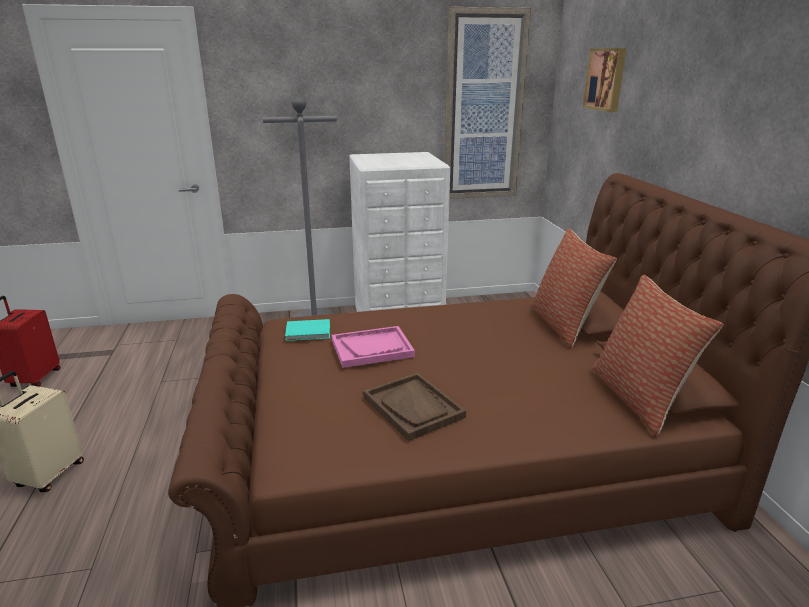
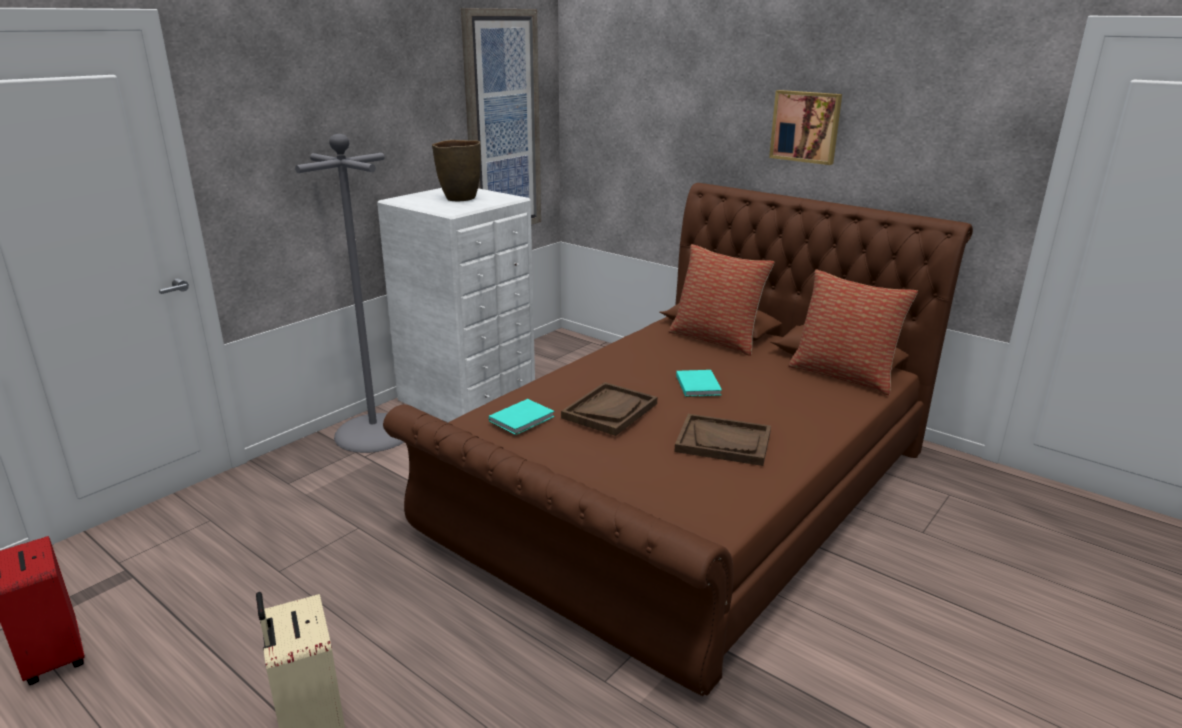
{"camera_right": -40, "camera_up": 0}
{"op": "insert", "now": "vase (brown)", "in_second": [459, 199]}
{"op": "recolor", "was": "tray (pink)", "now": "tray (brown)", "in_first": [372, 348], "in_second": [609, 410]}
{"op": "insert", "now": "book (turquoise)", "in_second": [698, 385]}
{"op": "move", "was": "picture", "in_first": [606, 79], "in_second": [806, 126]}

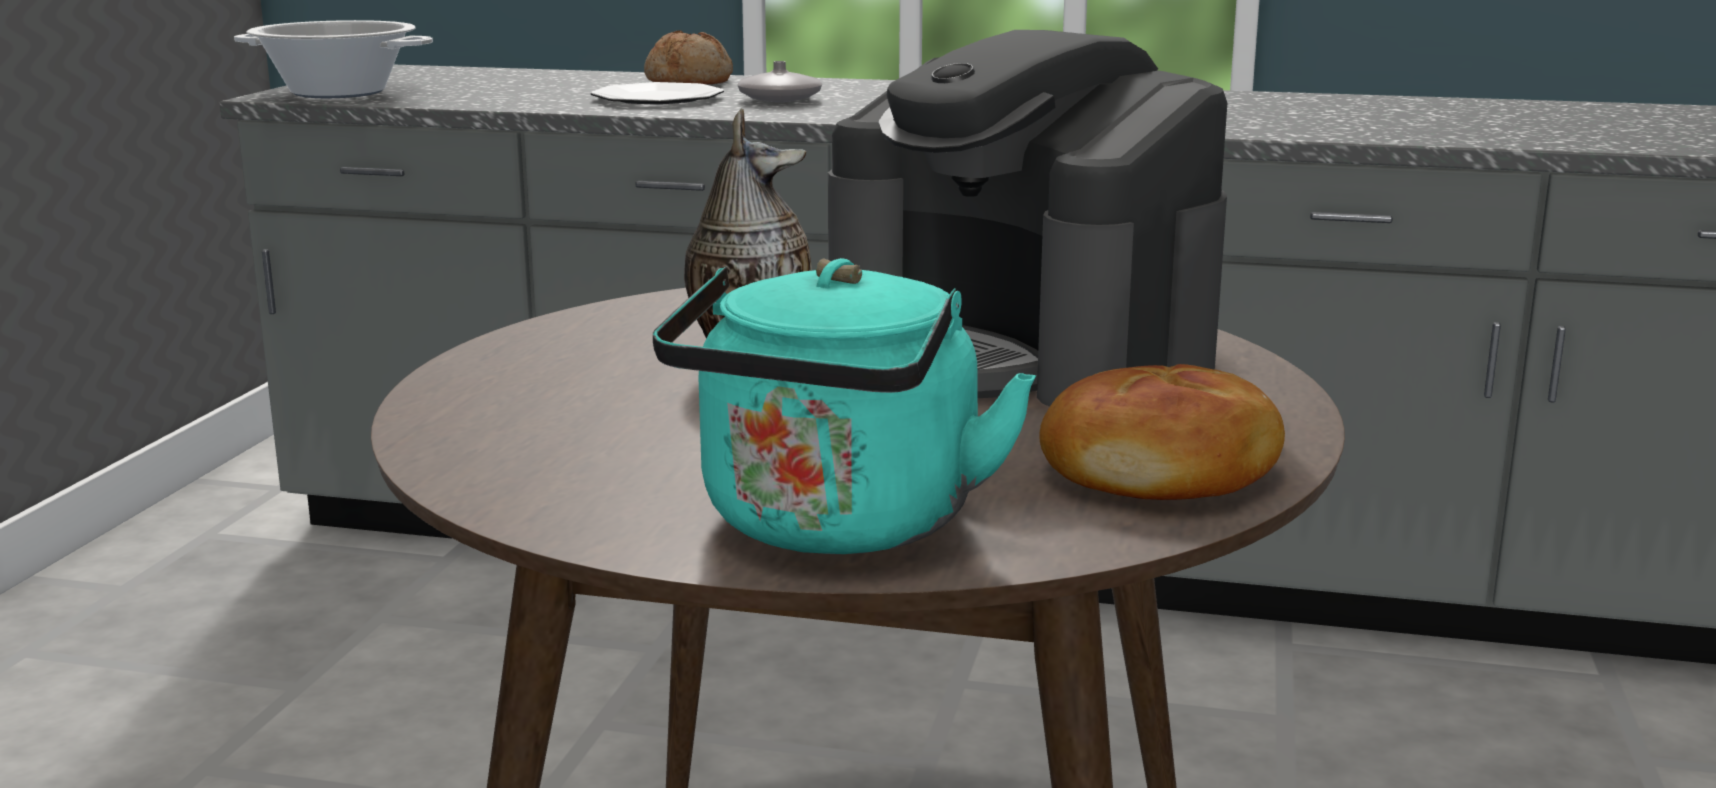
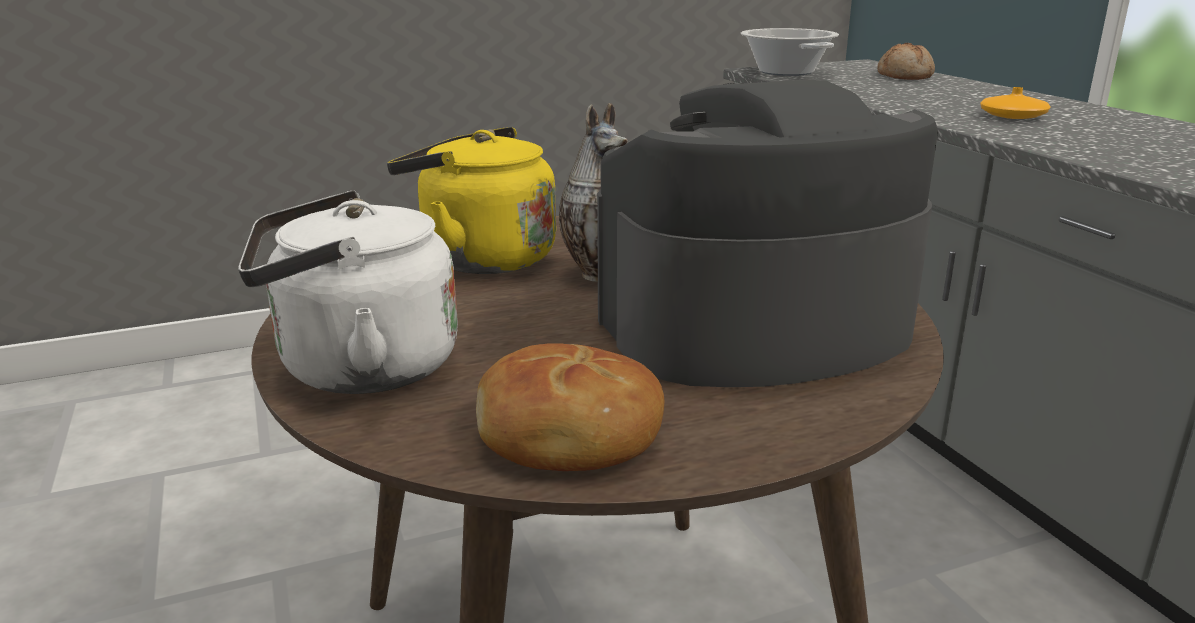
{"camera_right": 55, "camera_up": 5}
{"op": "recolor", "was": "kettle (turquoise)", "now": "kettle (white)", "in_first": [835, 527], "in_second": [358, 369]}
{"op": "insert", "now": "kettle (yellow)", "in_second": [480, 258]}
{"op": "rotate", "was": "coffee machine", "in_first": [1021, 351], "in_second": [753, 327], "clockwise": 60}
{"op": "move", "was": "bread", "in_first": [690, 81], "in_second": [905, 76]}
{"op": "recolor", "was": "vase (grey)", "now": "vase (orange)", "in_first": [780, 100], "in_second": [1012, 116]}
{"op": "delete", "was": "plate", "in_first": [657, 98]}

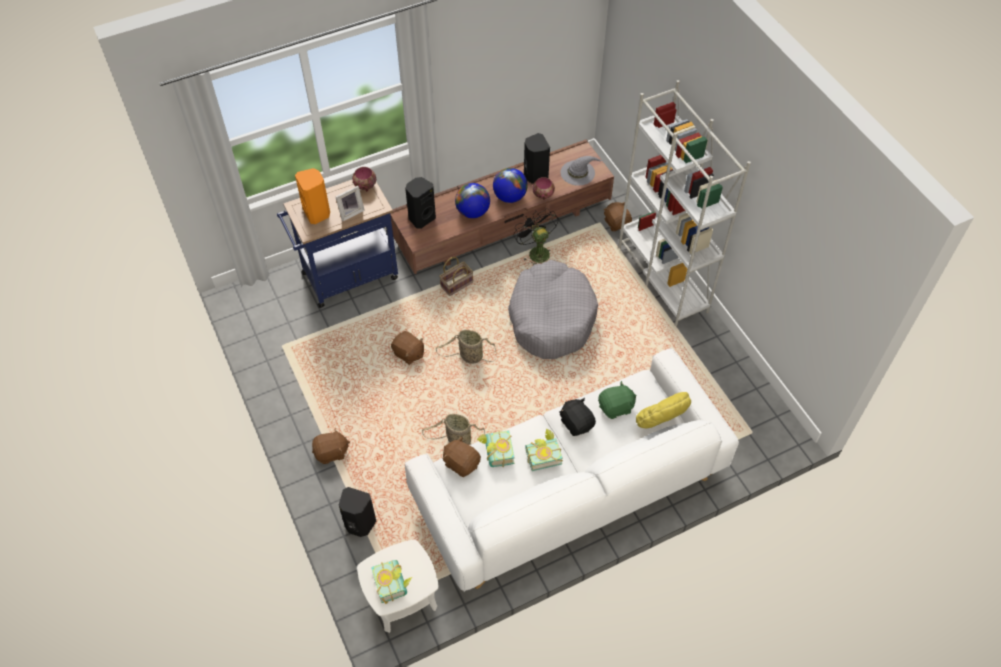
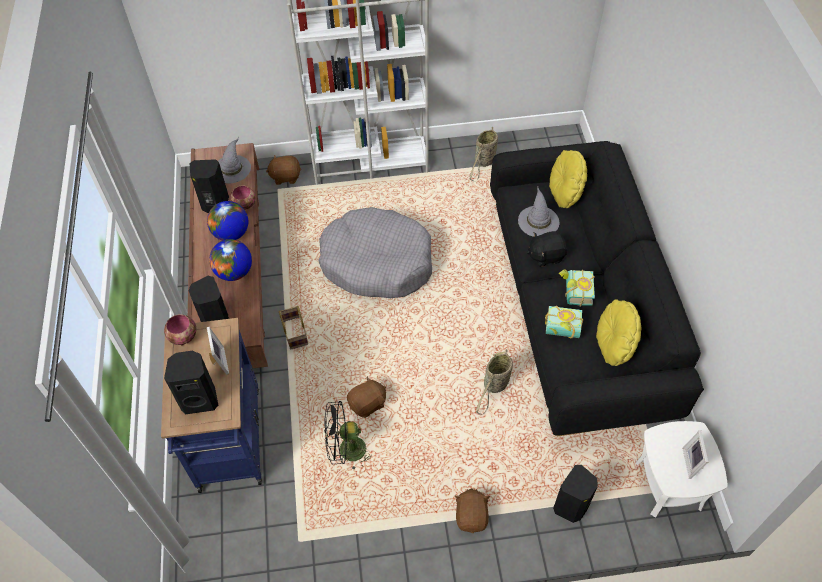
{"camera_right": -70, "camera_up": 0}
{"op": "recolor", "was": "speaker (orange)", "now": "speaker (black)", "in_first": [317, 213], "in_second": [200, 399]}
{"op": "move", "was": "fan (black)", "in_first": [536, 252], "in_second": [346, 451]}
{"op": "move", "was": "basket", "in_first": [469, 356], "in_second": [484, 162]}
{"op": "recolor", "was": "sofa (white)", "now": "sofa (black)", "in_first": [568, 487], "in_second": [576, 306]}
{"op": "replace", "was": "plush toy (green)", "now": "hat (grey)", "in_first": [616, 407], "in_second": [538, 220]}
{"op": "insert", "now": "pillow (yellow)", "in_second": [613, 347]}
{"op": "replace", "was": "book", "now": "picture frame", "in_first": [394, 583], "in_second": [693, 463]}
{"op": "delete", "was": "plush toy (brown)", "in_first": [461, 463]}

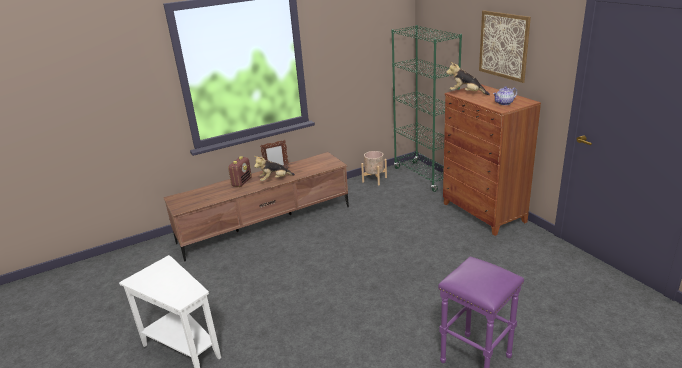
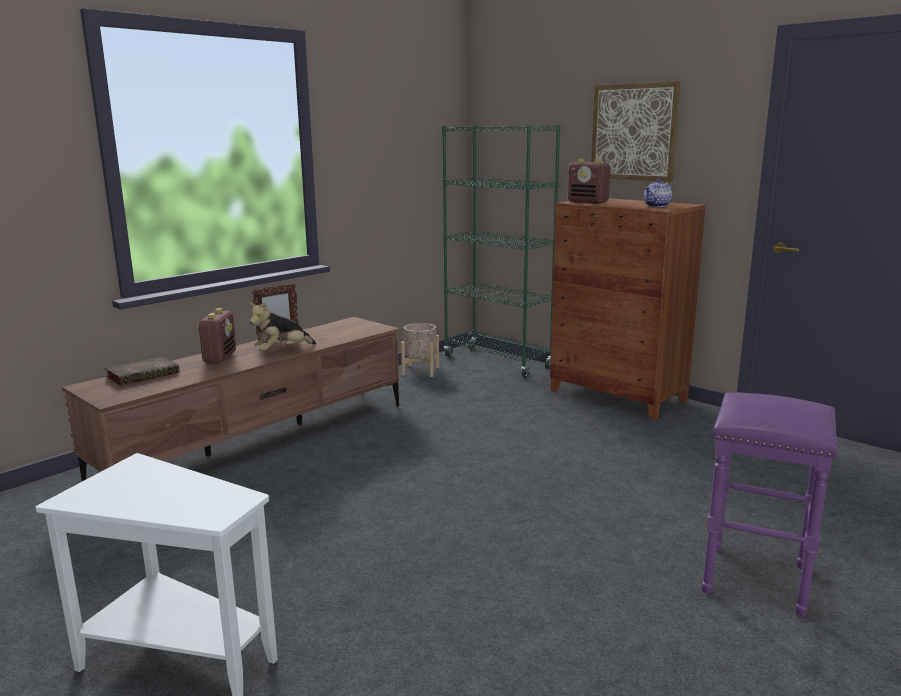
{"camera_right": -20, "camera_up": -10}
{"op": "insert", "now": "book", "in_second": [144, 374]}
{"op": "replace", "was": "plush toy", "now": "radio", "in_first": [466, 93], "in_second": [588, 202]}

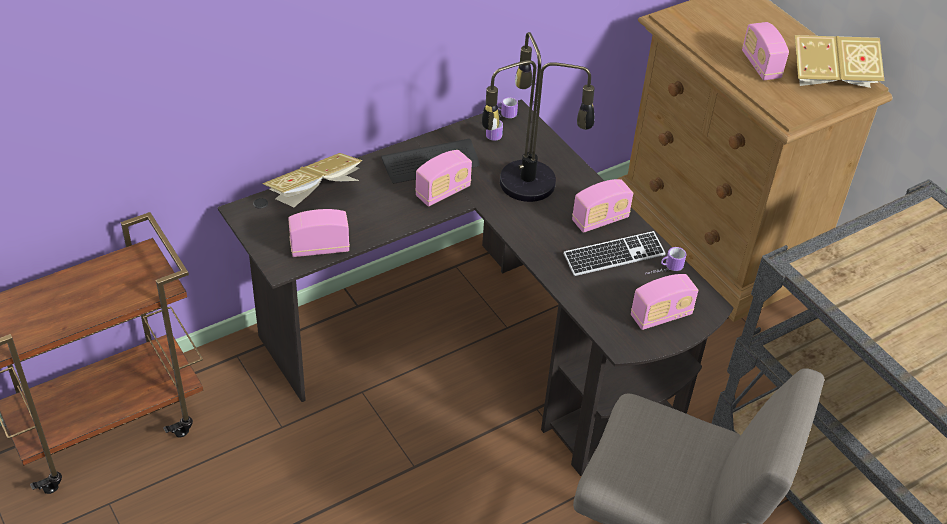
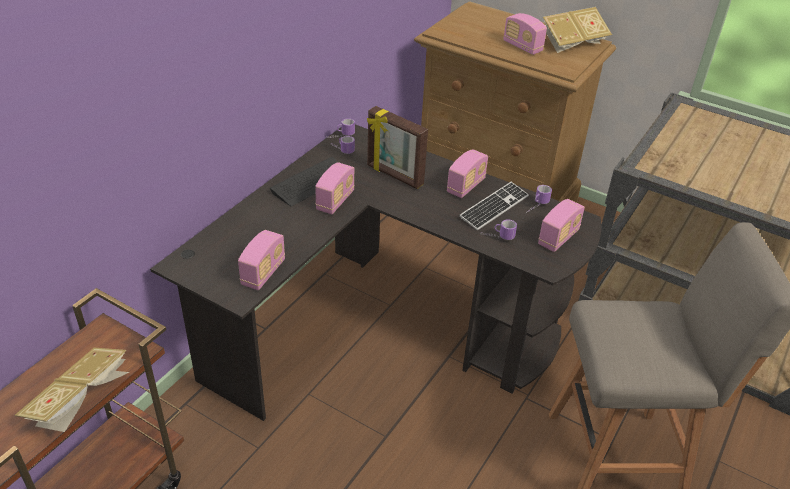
{"camera_right": -25, "camera_up": -5}
{"op": "move", "was": "book", "in_first": [315, 194], "in_second": [81, 403]}
{"op": "rotate", "was": "radio", "in_first": [319, 248], "in_second": [263, 273], "clockwise": 150}
{"op": "replace", "was": "table lamp", "now": "picture frame", "in_first": [527, 182], "in_second": [394, 175]}
{"op": "insert", "now": "mug", "in_second": [497, 237]}

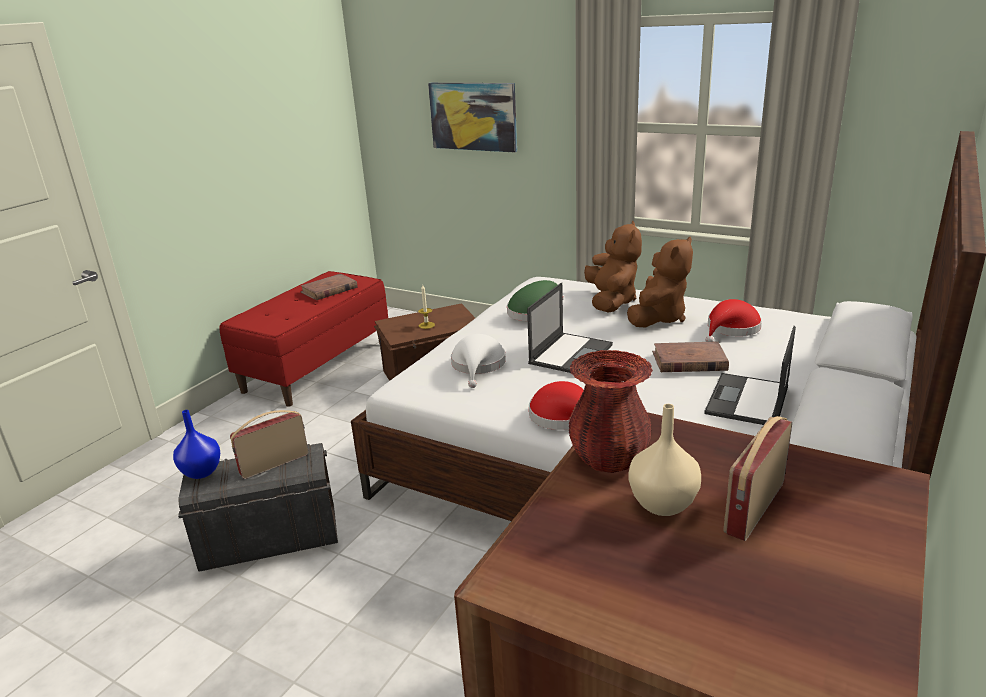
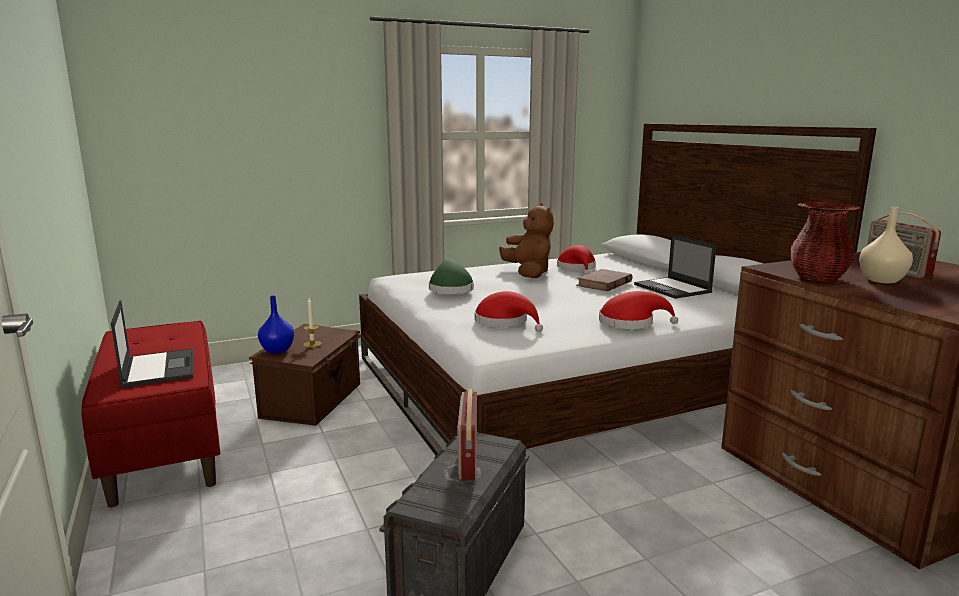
{"camera_right": -55, "camera_up": -10}
{"op": "move", "was": "laptop", "in_first": [571, 353], "in_second": [158, 368]}
{"op": "move", "was": "vase (blue)", "in_first": [202, 471], "in_second": [277, 350]}
{"op": "recolor", "was": "hat (white)", "now": "hat (red)", "in_first": [478, 366], "in_second": [504, 322]}
{"op": "delete", "was": "book (brown)", "in_first": [329, 290]}
{"op": "delete", "was": "picture", "in_first": [473, 116]}
{"op": "delete", "was": "plush toy (brown)", "in_first": [611, 301]}

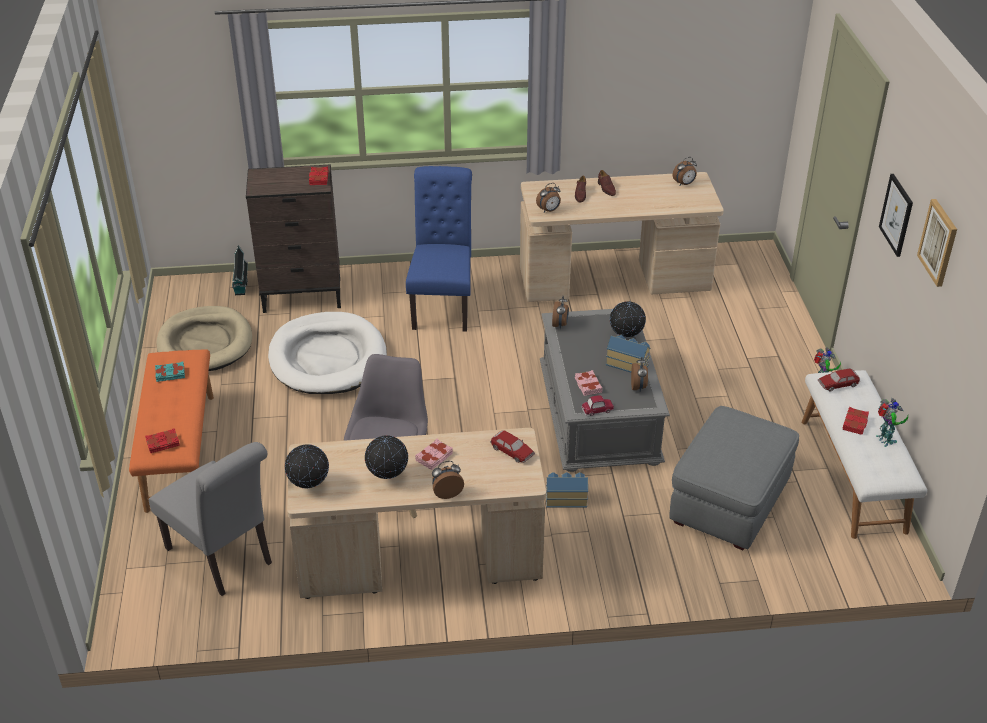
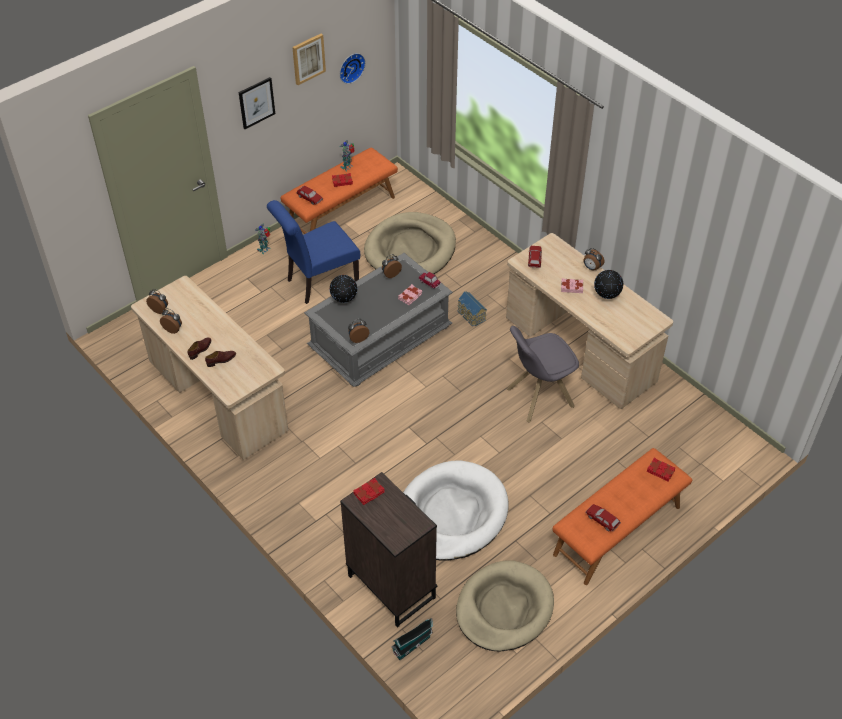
{"camera_right": -125, "camera_up": 10}
{"op": "move", "was": "alarm clock", "in_first": [549, 210], "in_second": [173, 329]}
{"op": "move", "was": "chair (blue)", "in_first": [443, 304], "in_second": [318, 282]}
{"op": "recolor", "was": "bench (white)", "now": "bench (orange)", "in_first": [853, 475], "in_second": [341, 211]}
{"op": "insert", "now": "wall clock", "in_second": [350, 67]}
{"op": "replace", "was": "ottoman (grey)", "now": "dog bed (beige)", "in_first": [729, 503], "in_second": [410, 250]}
{"op": "replace", "was": "book (turquoise)", "now": "toy car", "in_first": [170, 374], "in_second": [602, 520]}
{"op": "delete", "was": "chair (grey)", "in_first": [223, 558]}
{"op": "delete", "was": "globe", "in_first": [309, 486]}
{"op": "delete", "was": "toy house", "in_first": [627, 363]}

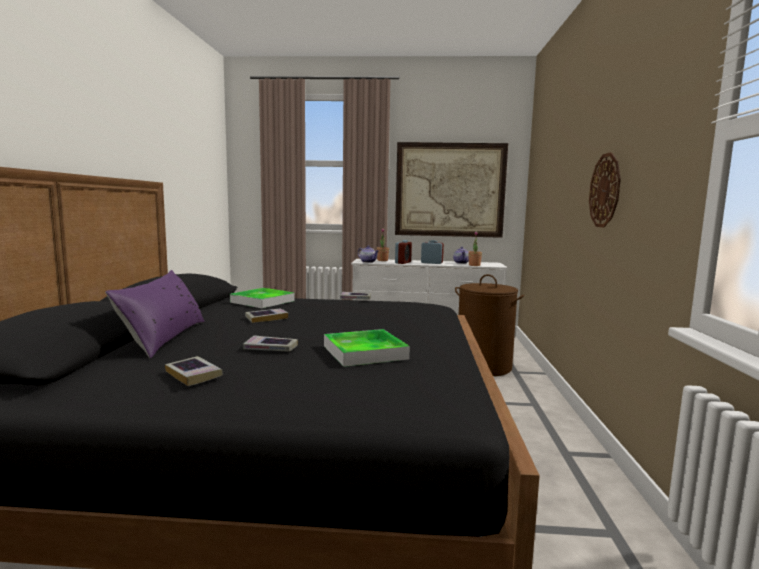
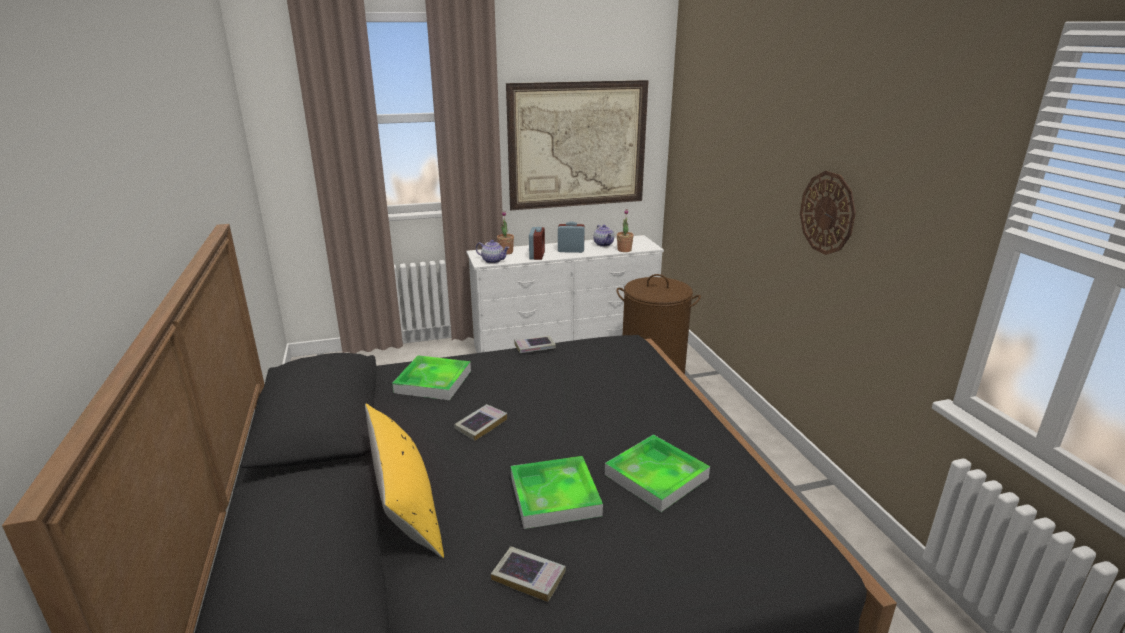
{"camera_right": -20, "camera_up": 15}
{"op": "recolor", "was": "pillow (purple)", "now": "pillow (yellow)", "in_first": [164, 337], "in_second": [405, 505]}
{"op": "replace", "was": "book", "now": "tray", "in_first": [271, 348], "in_second": [554, 496]}

